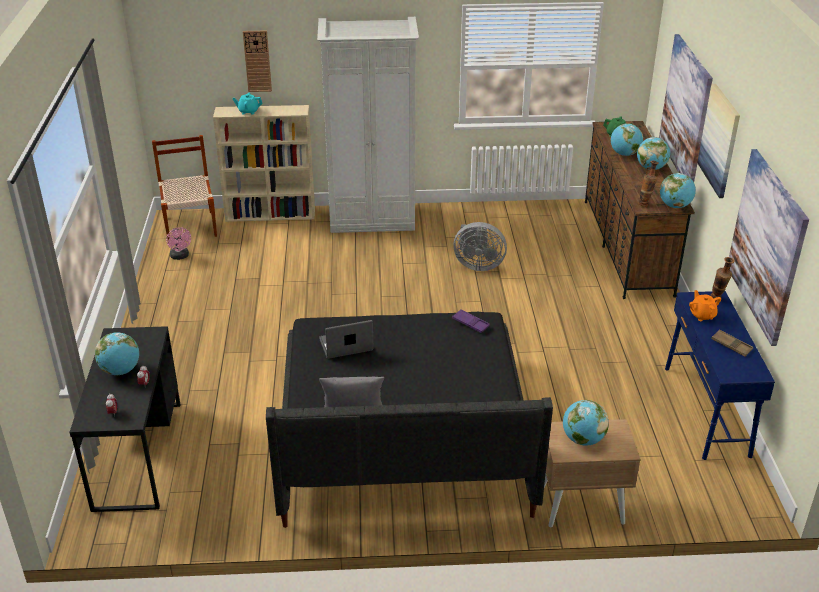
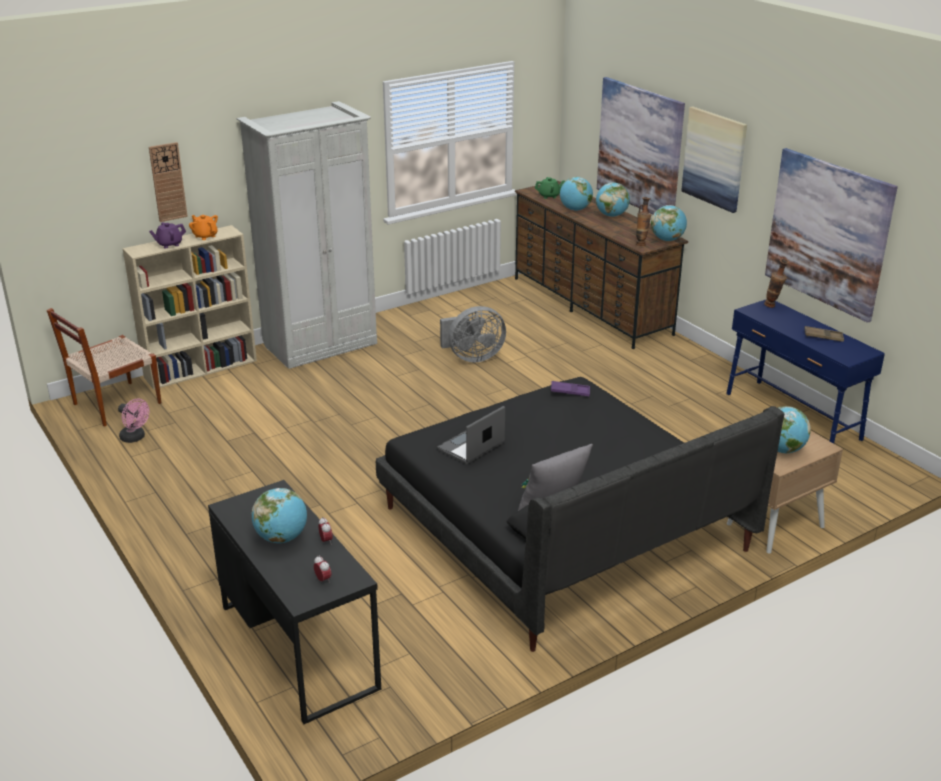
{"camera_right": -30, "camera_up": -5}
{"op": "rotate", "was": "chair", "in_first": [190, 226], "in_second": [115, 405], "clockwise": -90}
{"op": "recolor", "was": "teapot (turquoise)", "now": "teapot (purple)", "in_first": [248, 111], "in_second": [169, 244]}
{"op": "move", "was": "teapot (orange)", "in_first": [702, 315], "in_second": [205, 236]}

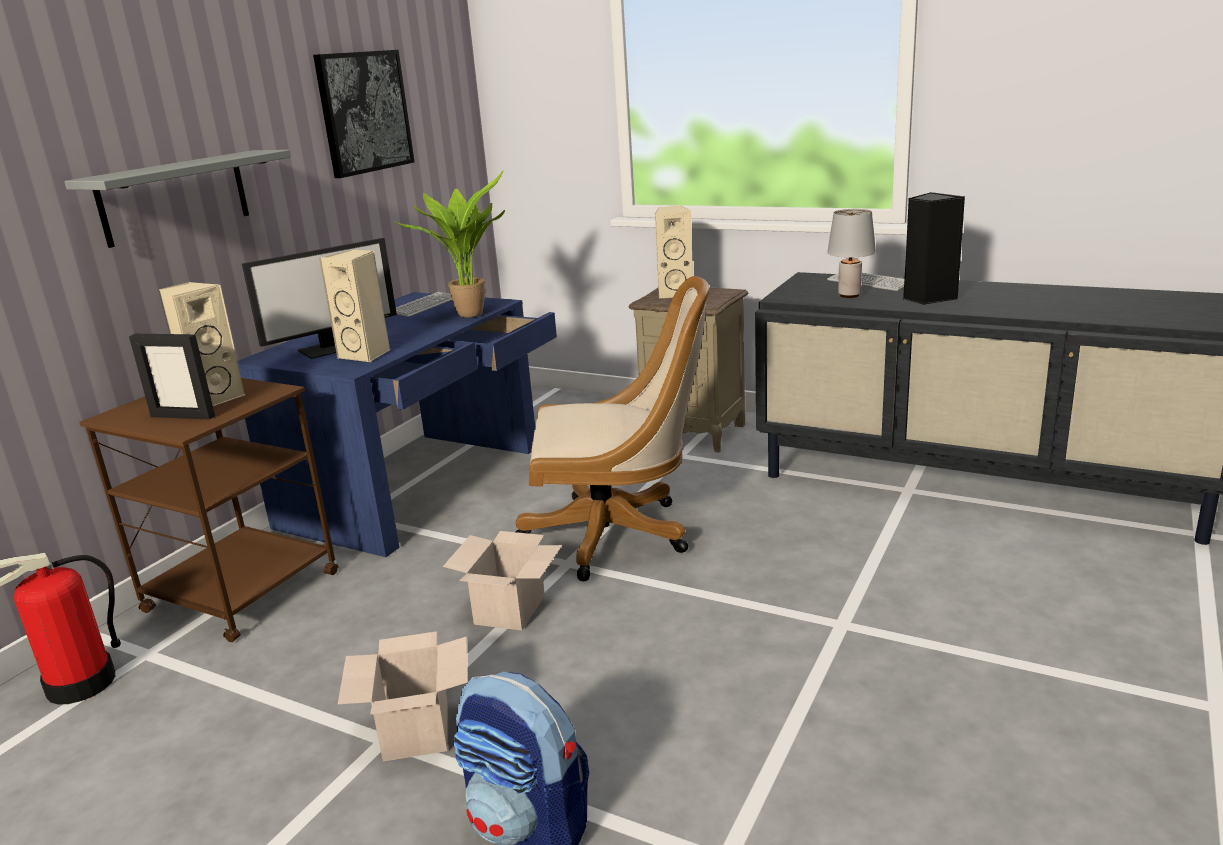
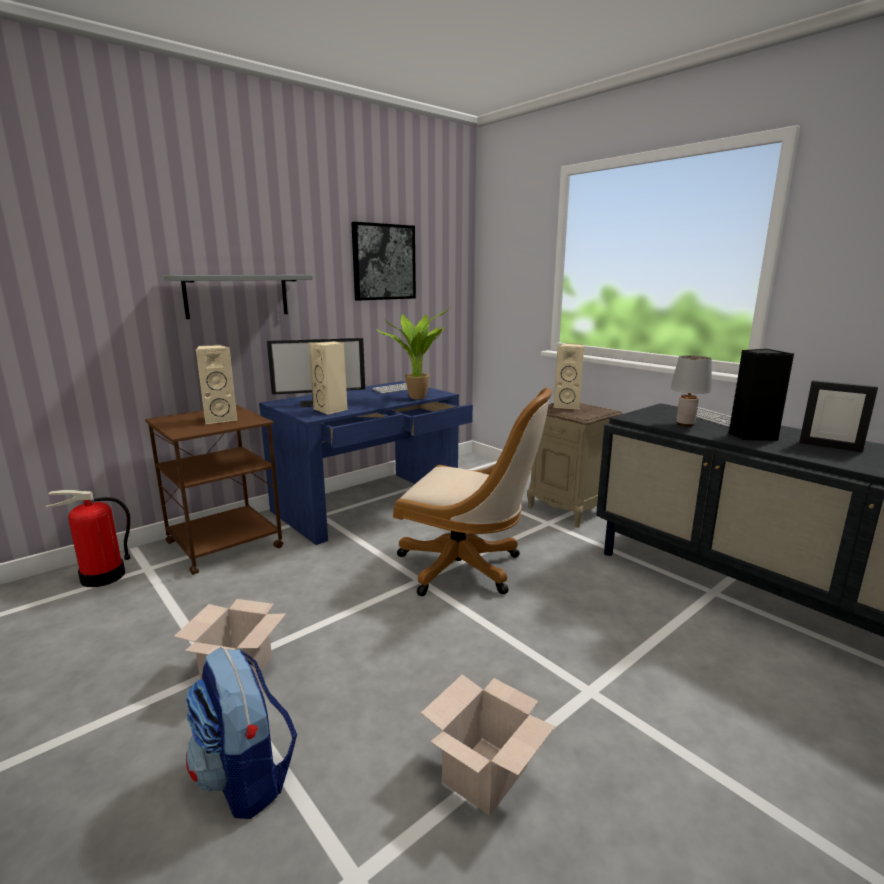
{"camera_right": 20, "camera_up": -5}
{"op": "move", "was": "cardboard box", "in_first": [510, 611], "in_second": [485, 776]}
{"op": "move", "was": "picture frame", "in_first": [183, 416], "in_second": [830, 446]}

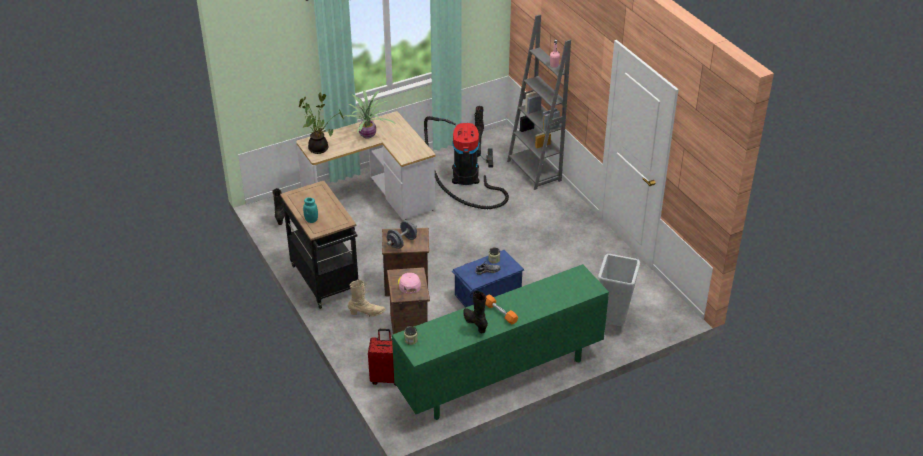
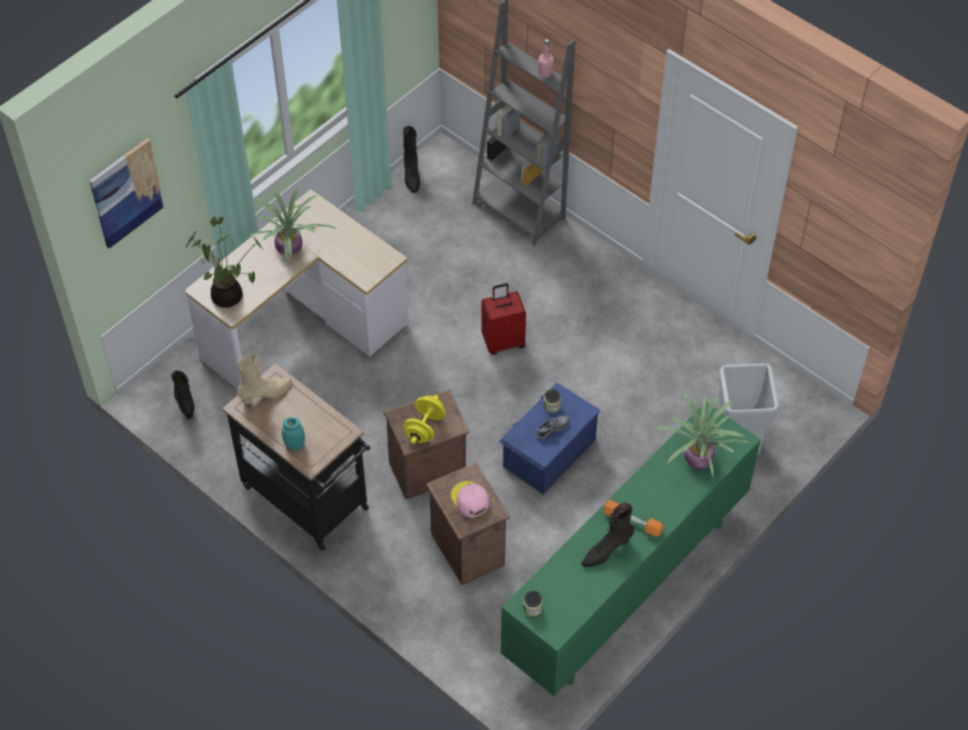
{"camera_right": -20, "camera_up": 15}
{"op": "insert", "now": "picture", "in_second": [126, 192]}
{"op": "move", "was": "boot (beige)", "in_first": [367, 313], "in_second": [266, 394]}
{"op": "recolor", "was": "dumbbell (grey)", "now": "dumbbell (yellow)", "in_first": [402, 242], "in_second": [425, 428]}
{"op": "move", "was": "suitcase (red)", "in_first": [386, 378], "in_second": [503, 341]}
{"op": "rotate", "was": "boot (black)", "in_first": [475, 323], "in_second": [606, 551], "clockwise": -75}
{"op": "insert", "now": "potted plant", "in_second": [699, 459]}
{"op": "delete", "was": "vacuum cleaner", "in_first": [466, 178]}

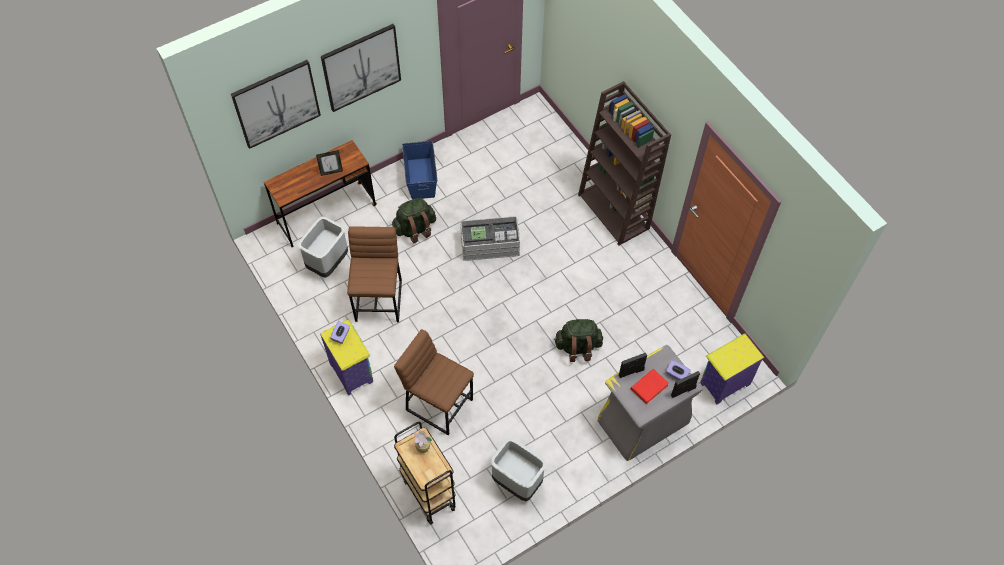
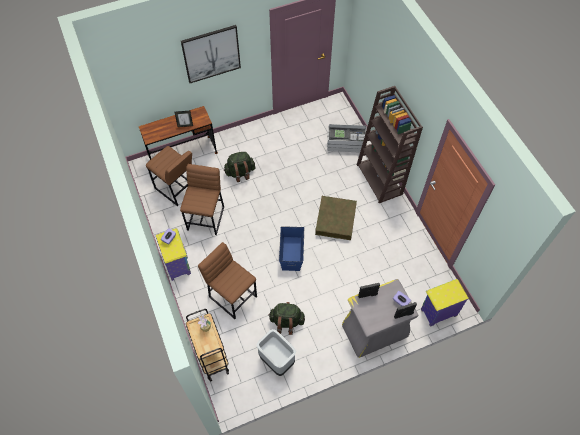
{"camera_right": 10, "camera_up": 0}
{"op": "replace", "was": "trash can (grey)", "now": "chair (brown)", "in_first": [328, 263], "in_second": [177, 188]}
{"op": "move", "was": "backpack (green)", "in_first": [577, 347], "in_second": [286, 321]}
{"op": "move", "was": "storage box (blue)", "in_first": [420, 178], "in_second": [291, 253]}
{"op": "insert", "now": "storage box (brown)", "in_second": [335, 220]}
{"op": "move", "was": "storage box (grey)", "in_first": [490, 244], "in_second": [346, 143]}
{"op": "delete", "was": "picture", "in_first": [276, 103]}
{"op": "delete", "was": "book (red)", "in_first": [650, 386]}

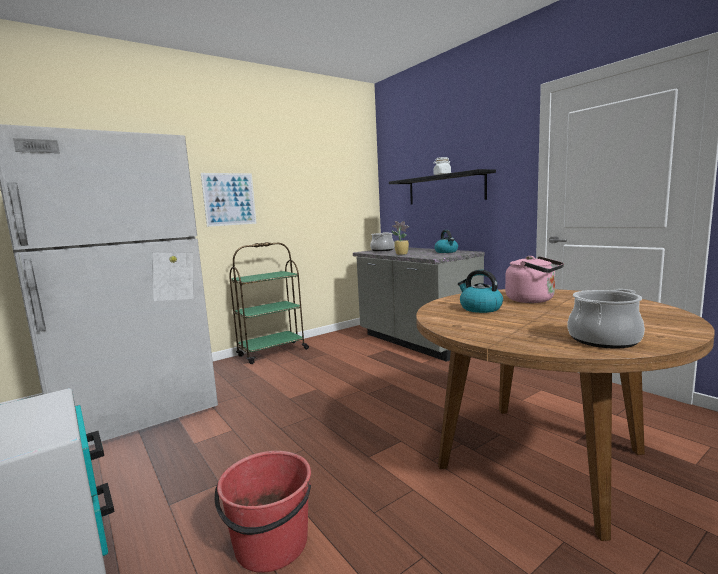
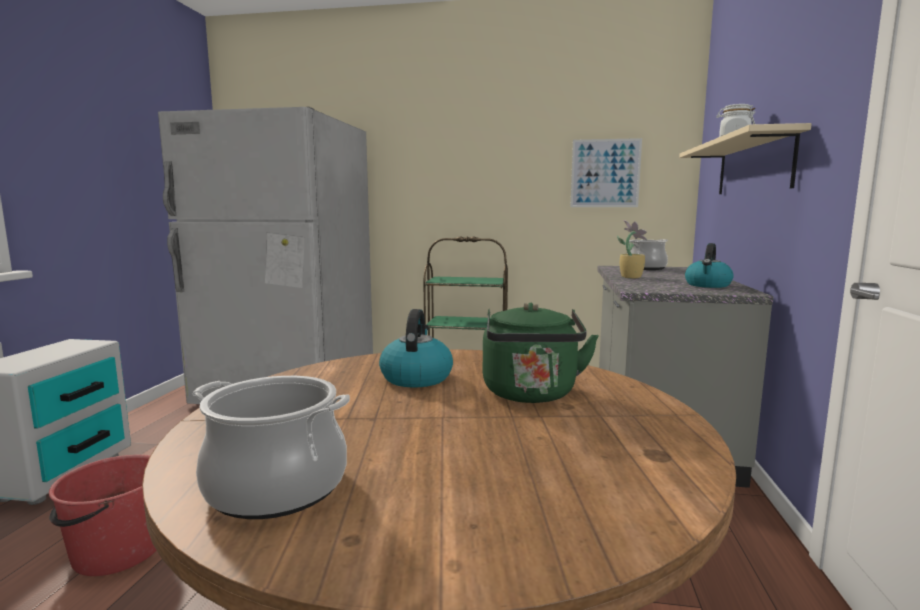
{"camera_right": 45, "camera_up": 0}
{"op": "recolor", "was": "kettle (pink)", "now": "kettle (green)", "in_first": [533, 300], "in_second": [531, 395]}
{"op": "move", "was": "picture", "in_first": [229, 199], "in_second": [605, 173]}
{"op": "recolor", "was": "shelf (black)", "now": "shelf (beige)", "in_first": [445, 189], "in_second": [753, 166]}

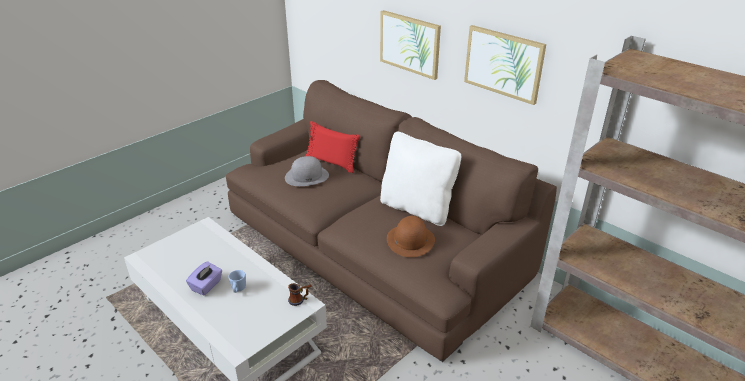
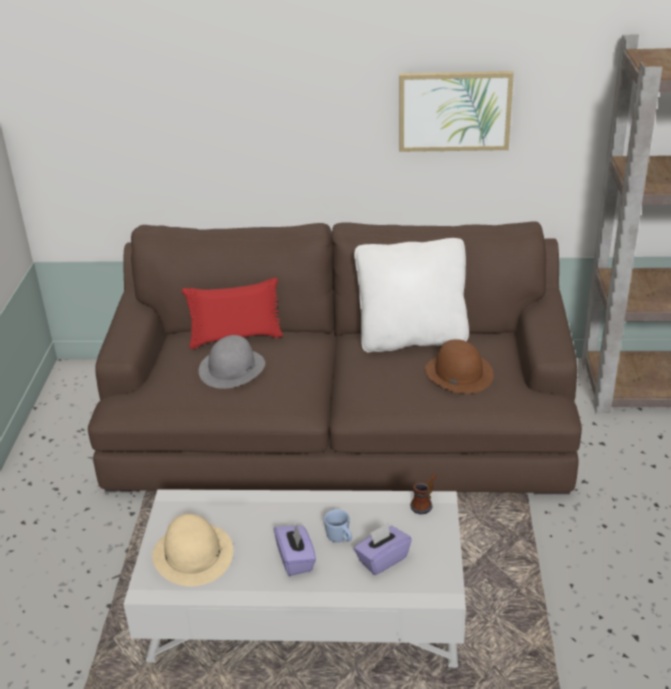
{"camera_right": -40, "camera_up": 0}
{"op": "insert", "now": "hat (beige)", "in_second": [193, 554]}
{"op": "insert", "now": "tissue box (purple)", "in_second": [382, 559]}
{"op": "delete", "was": "picture", "in_first": [410, 44]}

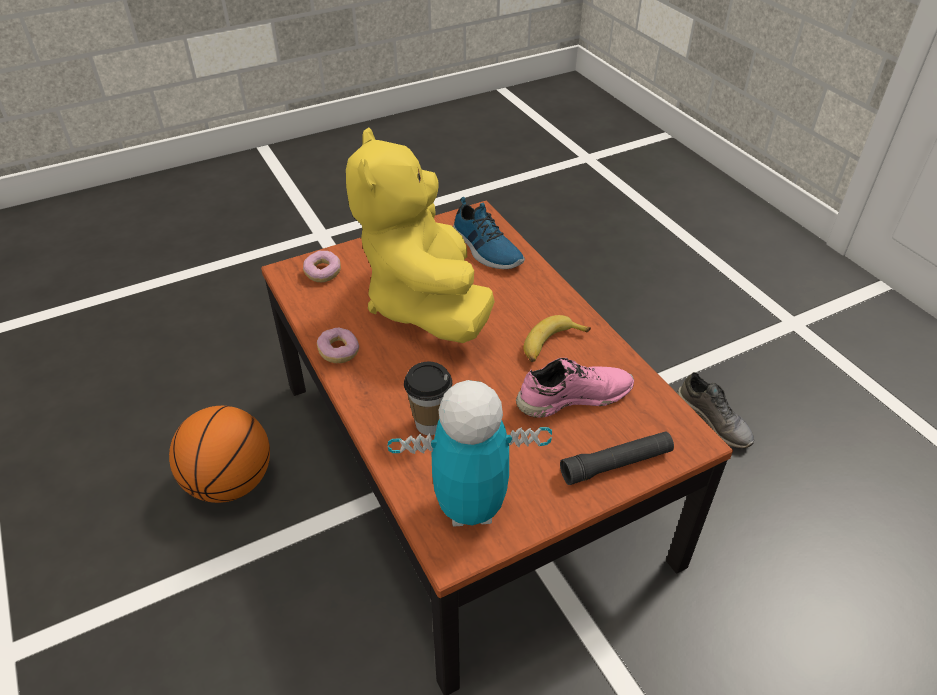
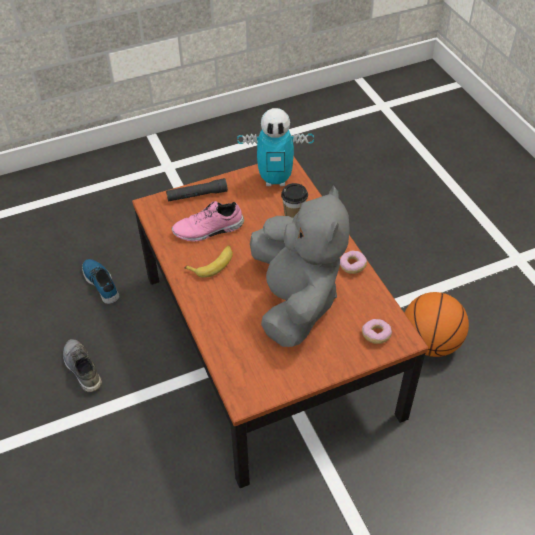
{"camera_right": -175, "camera_up": 5}
{"op": "move", "was": "shoe", "in_first": [485, 249], "in_second": [102, 283]}
{"op": "recolor", "was": "plush toy (yellow)", "now": "plush toy (grey)", "in_first": [425, 303], "in_second": [295, 302]}

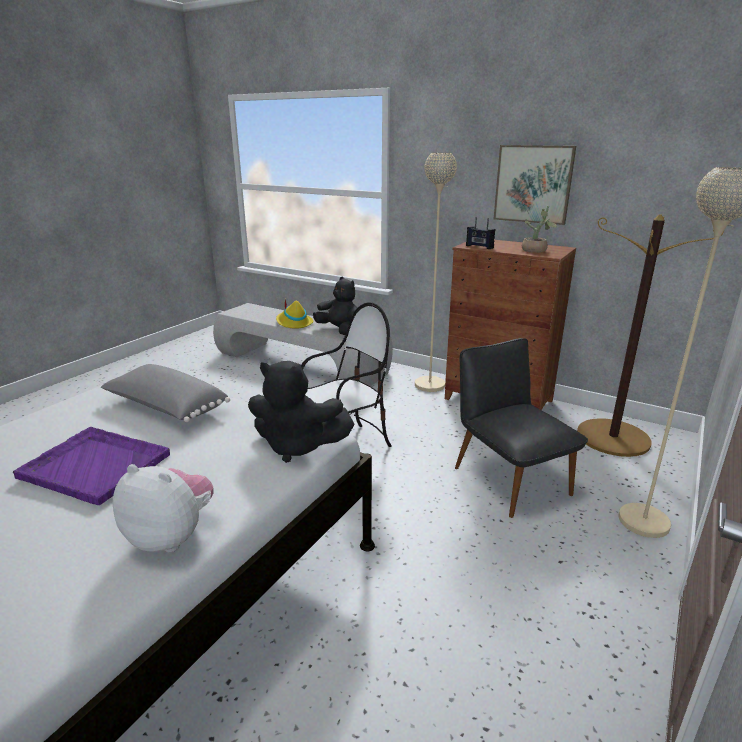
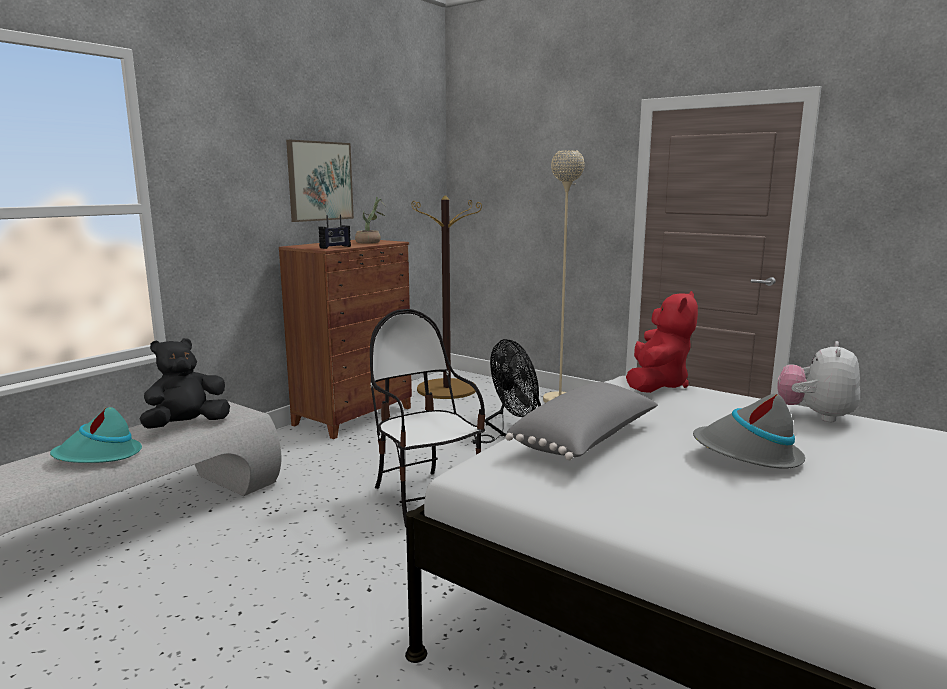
{"camera_right": -85, "camera_up": -10}
{"op": "recolor", "was": "hat (yellow)", "now": "hat (turquoise)", "in_first": [294, 323], "in_second": [99, 456]}
{"op": "replace", "was": "chair (black)", "now": "fan (black)", "in_first": [511, 481], "in_second": [506, 429]}
{"op": "recolor", "was": "plush toy (black)", "now": "plush toy (red)", "in_first": [297, 446], "in_second": [656, 384]}
{"op": "replace", "was": "tray (purple)", "now": "hat (grey)", "in_first": [94, 465], "in_second": [747, 454]}
{"op": "delete", "was": "floor lamp (beige)", "in_first": [430, 385]}

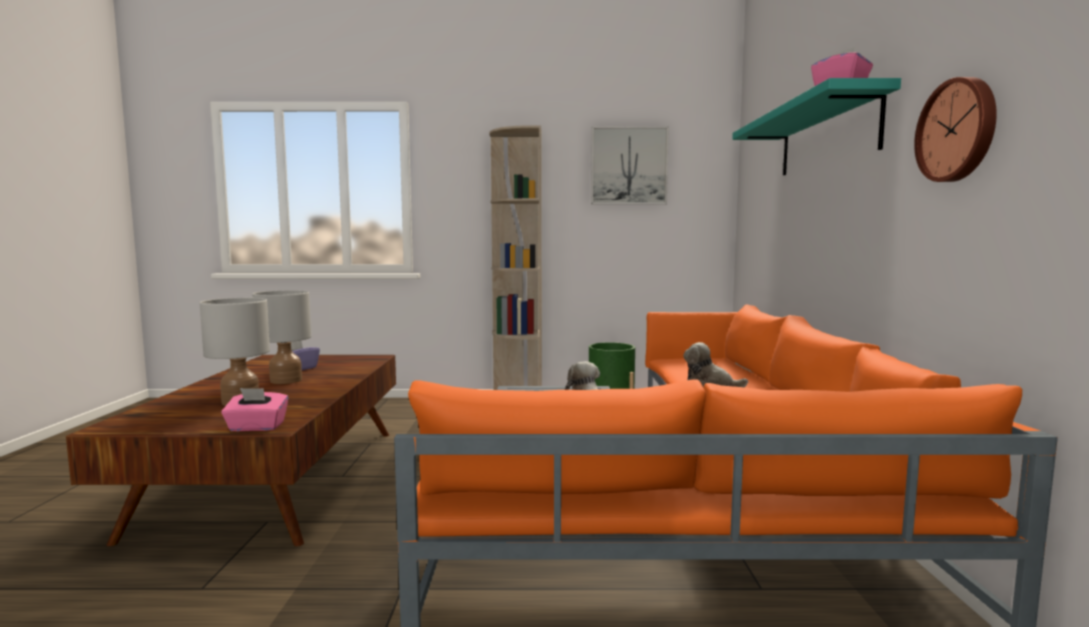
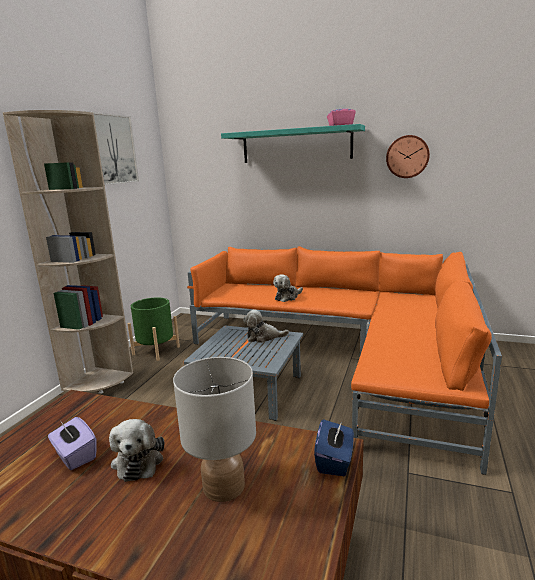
{"camera_right": -70, "camera_up": 10}
{"op": "replace", "was": "table lamp (grey)", "now": "plush toy", "in_first": [286, 380], "in_second": [138, 460]}
{"op": "recolor", "was": "tissue box (pink)", "now": "tissue box (blue)", "in_first": [256, 427], "in_second": [334, 461]}

